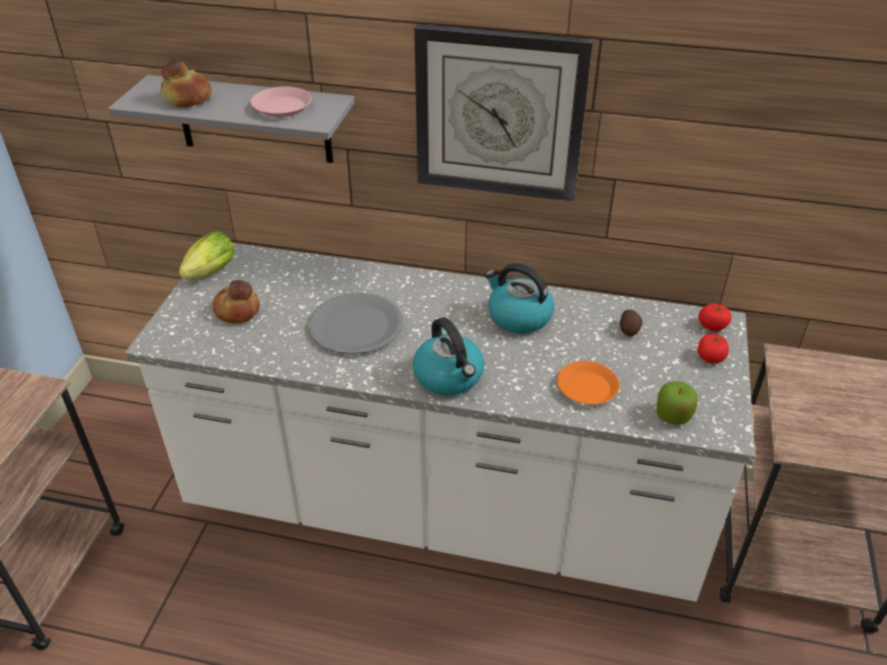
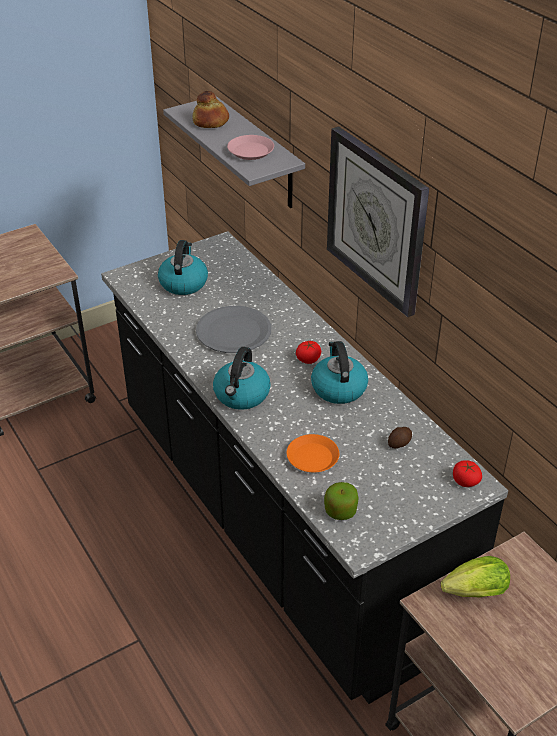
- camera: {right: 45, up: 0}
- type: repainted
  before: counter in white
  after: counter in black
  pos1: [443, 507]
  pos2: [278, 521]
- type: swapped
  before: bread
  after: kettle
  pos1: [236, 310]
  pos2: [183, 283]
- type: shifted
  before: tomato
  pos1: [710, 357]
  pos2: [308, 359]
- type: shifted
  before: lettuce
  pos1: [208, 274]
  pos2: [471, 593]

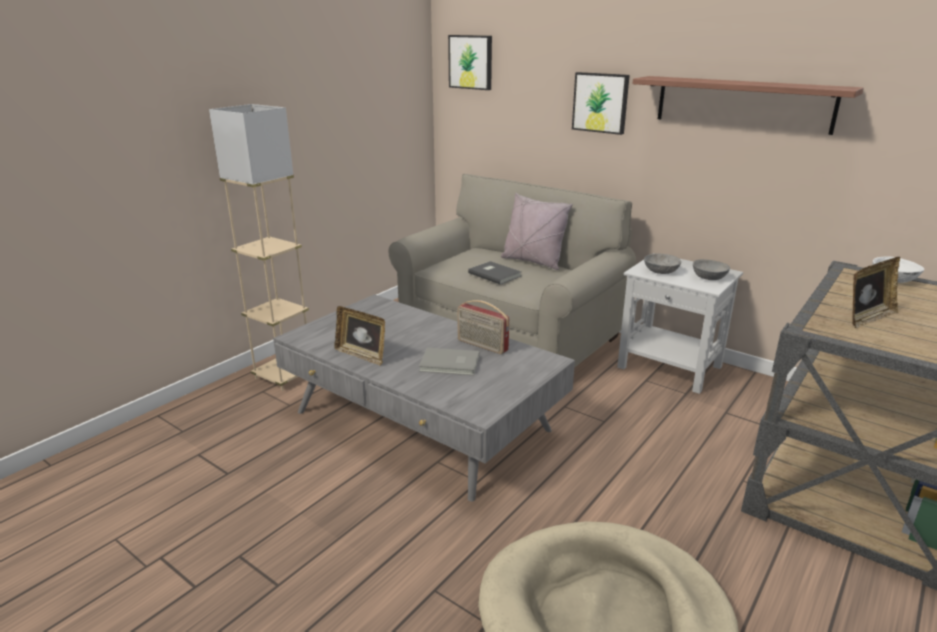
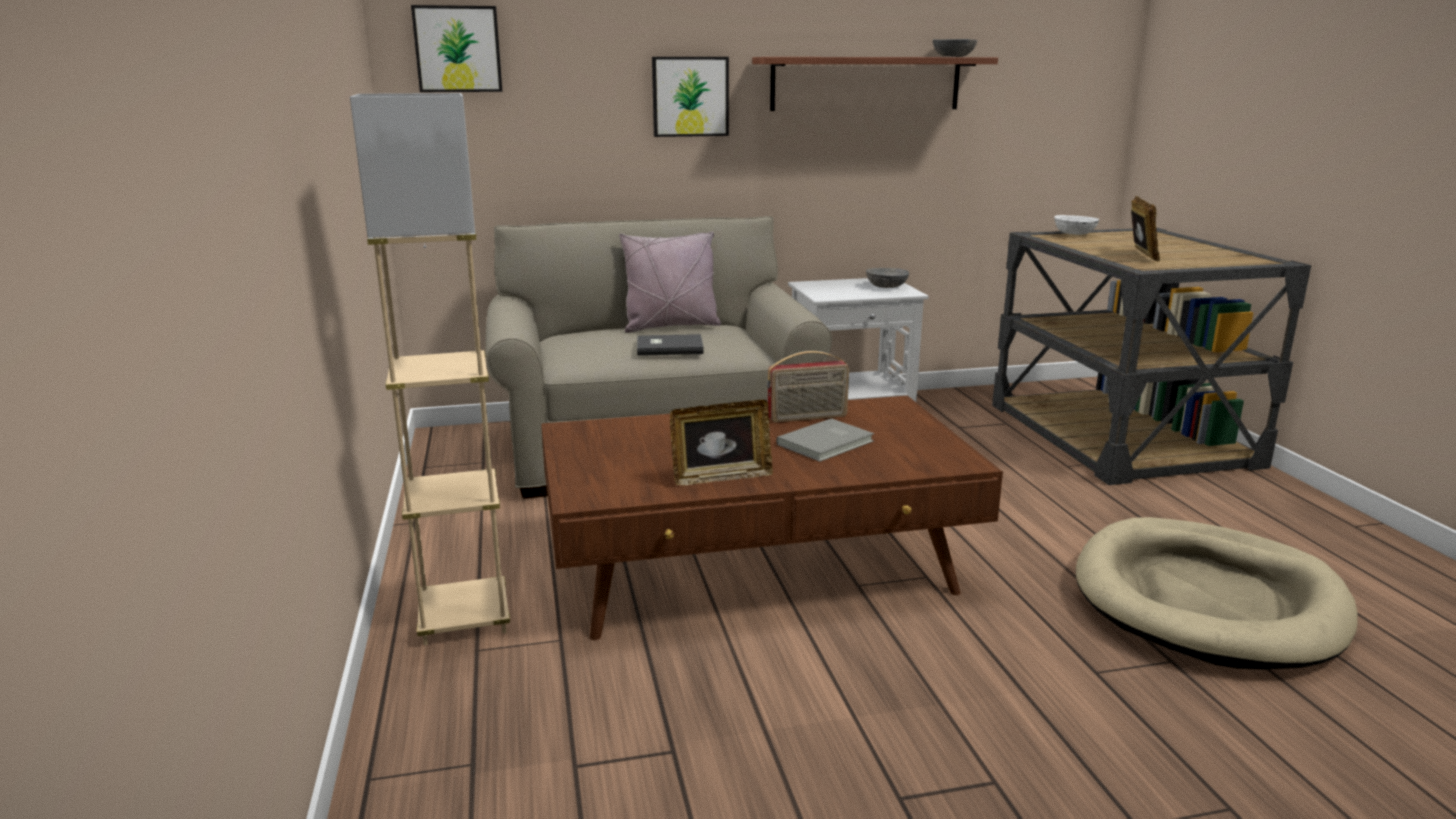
- camera: {right: -50, up: -5}
- type: repainted
  before: coffee table in grey
  after: coffee table in brown
  pos1: [421, 421]
  pos2: [757, 564]
- type: shifted
  before: bowl in grey
  pos1: [660, 271]
  pos2: [953, 56]

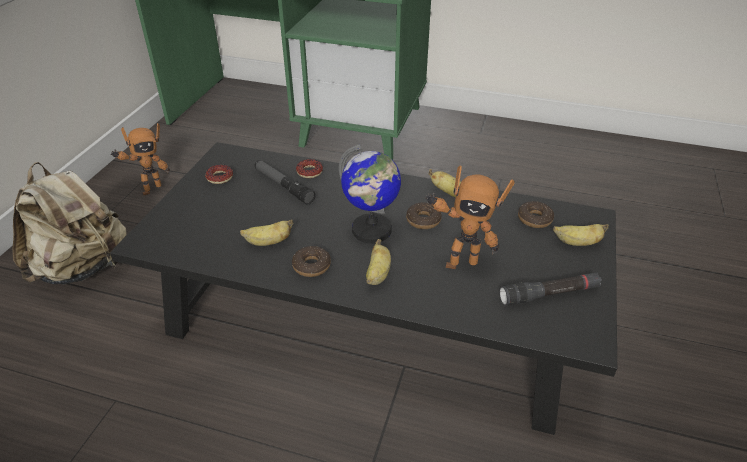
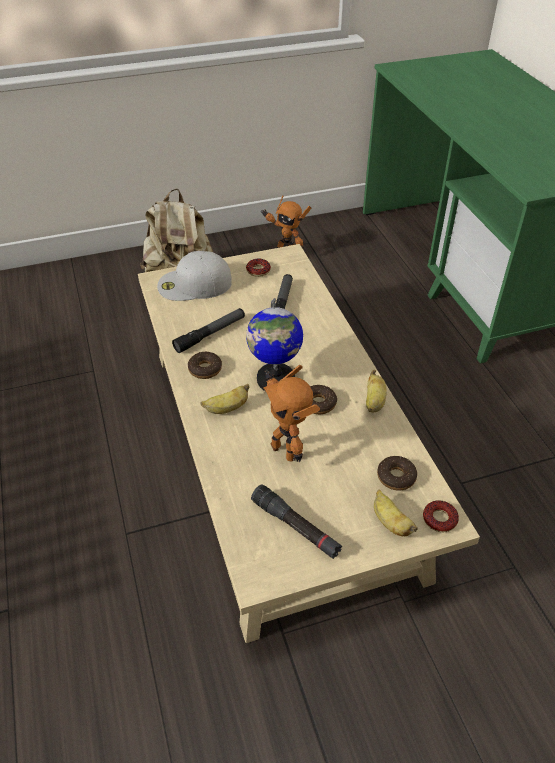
- camera: {right: 55, up: 5}
- type: repainted
  before: coffee table in black
  after: coffee table in beige
  pos1: [375, 310]
  pos2: [280, 454]
- type: new
  after: cap in white
  pos2: [194, 284]
- type: swapped
  before: banana
  after: flashlight
  pos1: [268, 242]
  pos2: [210, 334]
- type: shifted
  before: donut
  pos1: [309, 172]
  pos2: [439, 519]

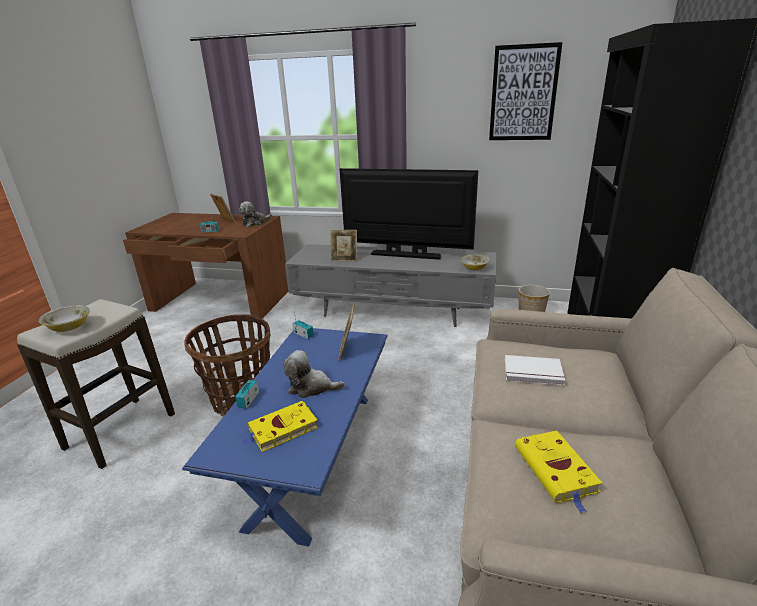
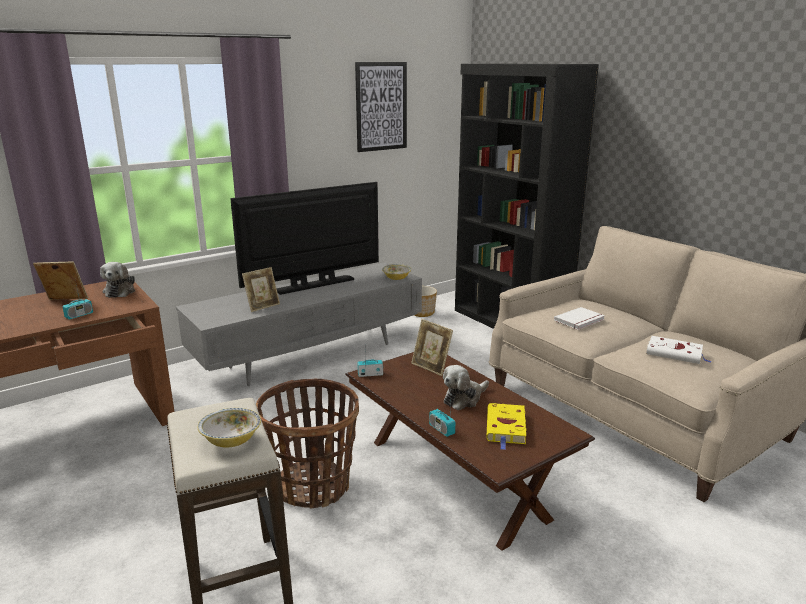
- camera: {right: -50, up: -5}
- type: repainted
  before: coffee table in blue
  after: coffee table in brown
  pos1: [314, 455]
  pos2: [456, 478]
- type: repainted
  before: book in yellow
  after: book in white
  pos1: [556, 471]
  pos2: [675, 354]

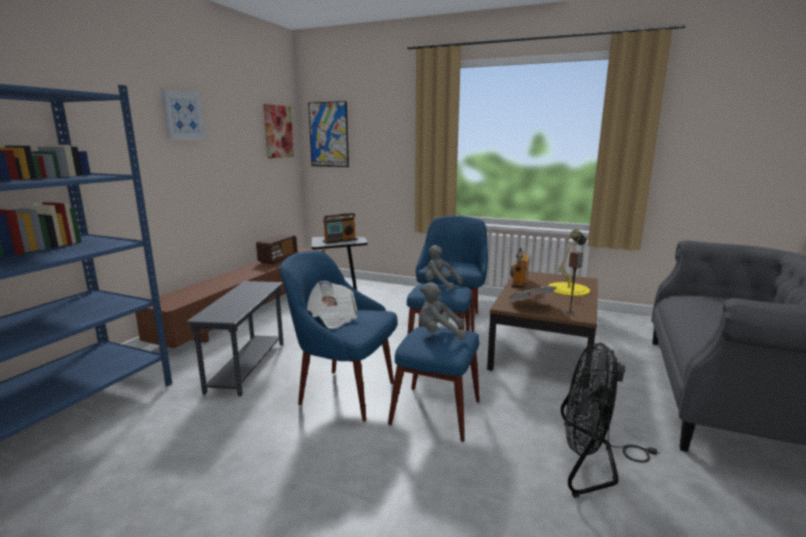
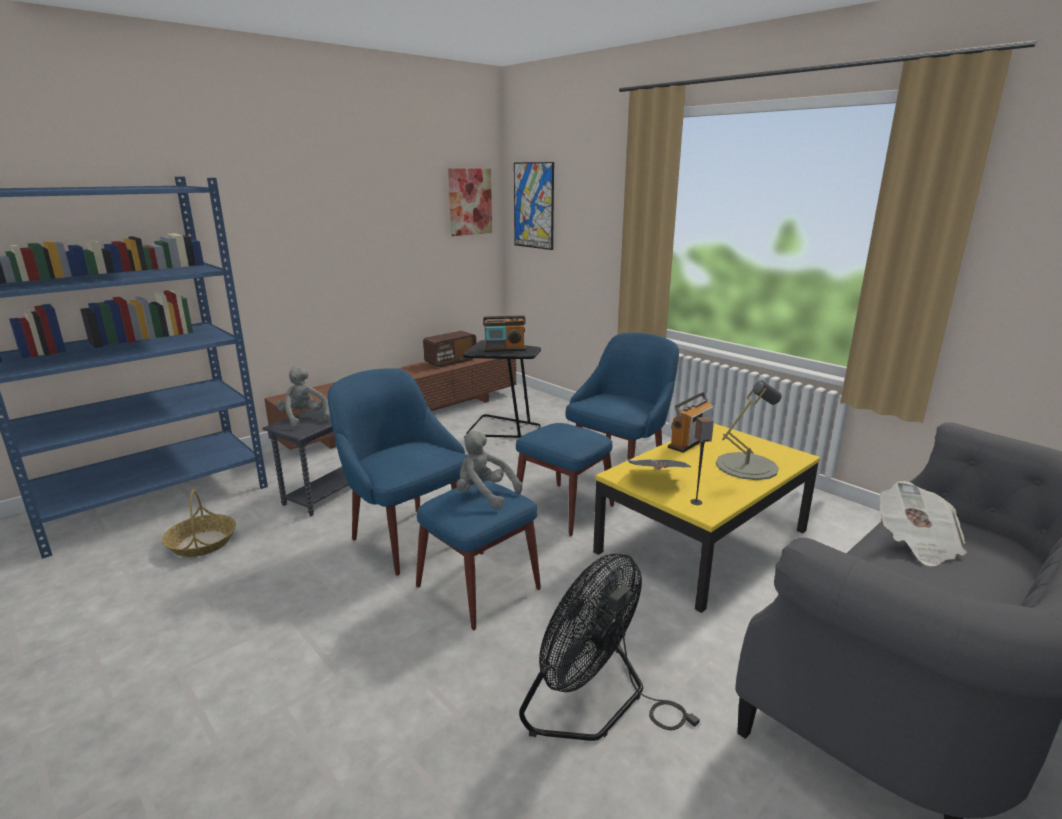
- camera: {right: 25, up: 5}
- type: new
  after: basket
  pos2: [202, 543]
- type: shifted
  before: plush toy in grey
  pos1: [439, 285]
  pos2: [304, 418]
- type: repainted
  before: coffee table in brown
  after: coffee table in yellow
  pos1: [544, 348]
  pos2: [703, 541]
- type: repainted
  before: table lamp in yellow
  after: table lamp in grey
  pos1: [568, 289]
  pos2: [746, 466]
- type: shifted
  before: newspaper
  pos1: [332, 318]
  pos2: [916, 542]
- type: gone
  before: picture
  pos1: [183, 115]

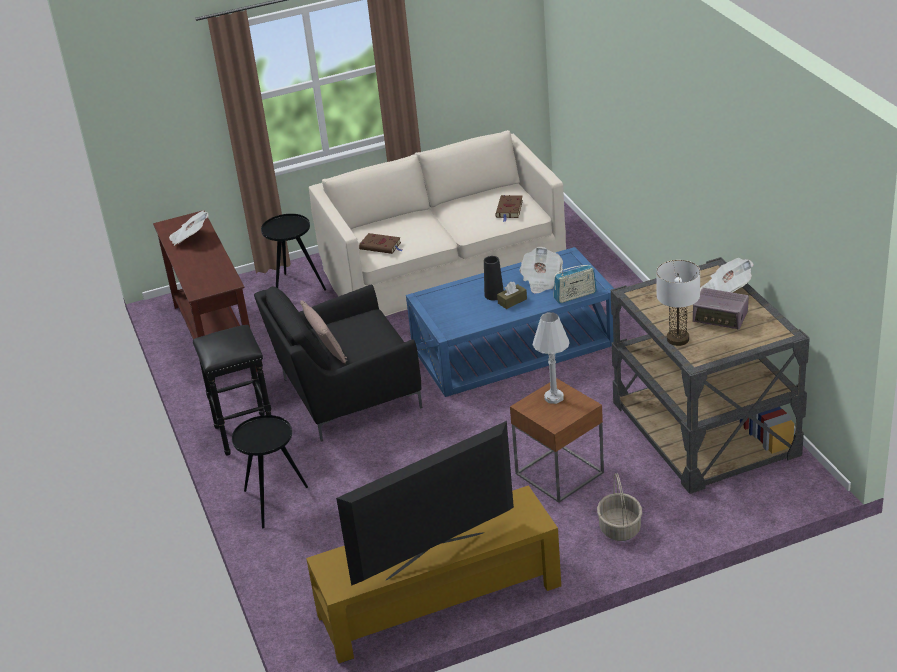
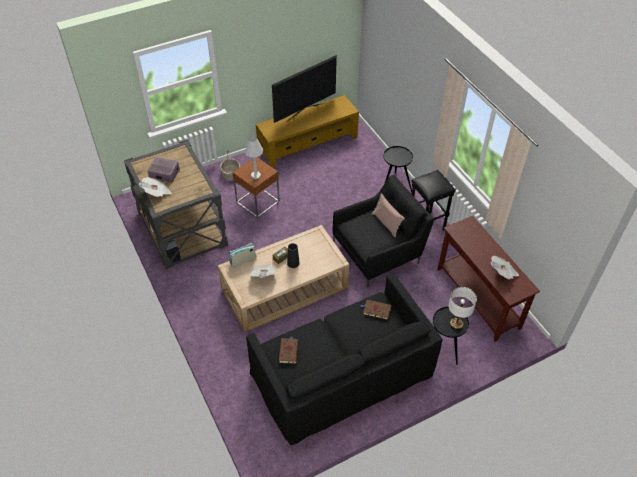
- camera: {right: 170, up: 15}
- type: repainted
  before: coffee table in blue
  after: coffee table in beige
  pos1: [513, 345]
  pos2: [285, 289]
- type: repainted
  before: sofa in beige
  after: sofa in black
  pos1: [442, 264]
  pos2: [342, 373]
- type: shifted
  before: table lamp
  pos1: [677, 339]
  pos2: [456, 324]

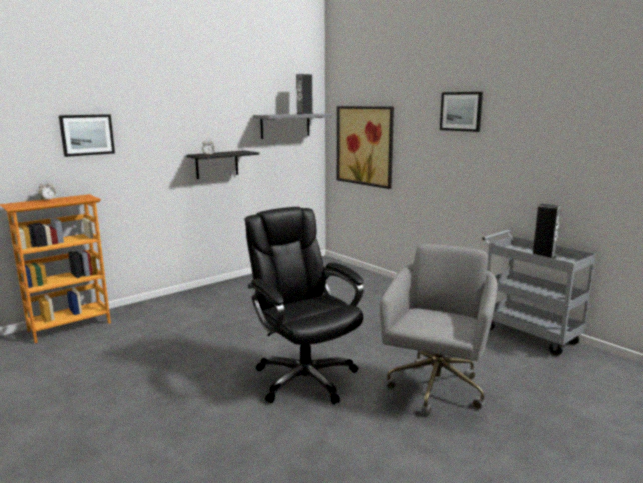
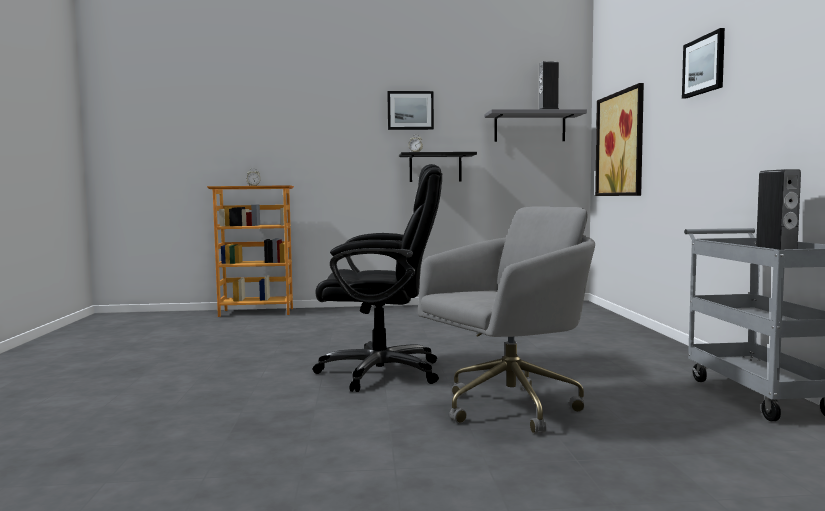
- camera: {right: 35, up: -10}
- type: rotated
  before: office chair in black
  pos1: [305, 379]
  pos2: [381, 372]
  turn: 90
- type: shifted
  before: picture
  pos1: [87, 135]
  pos2: [410, 110]

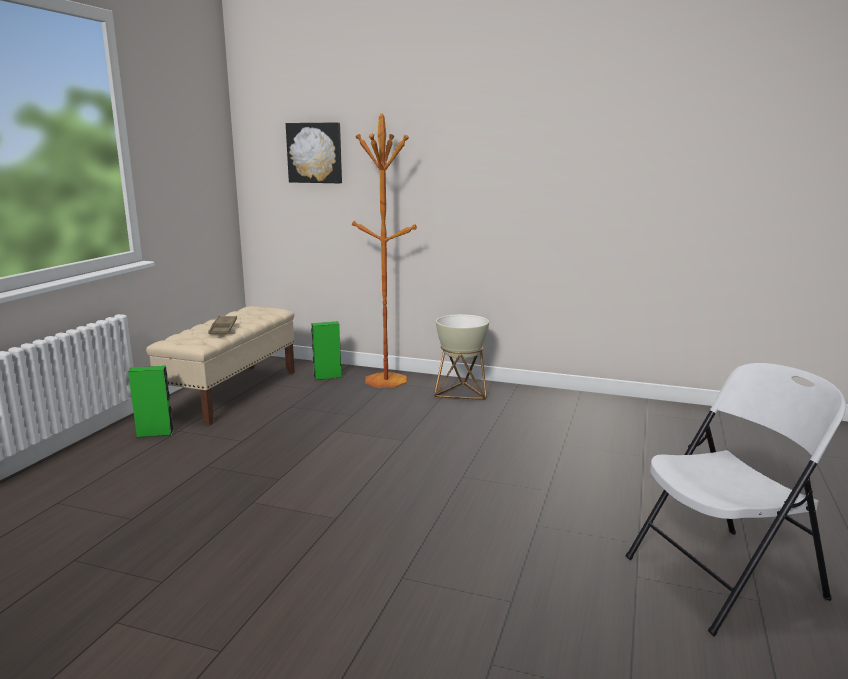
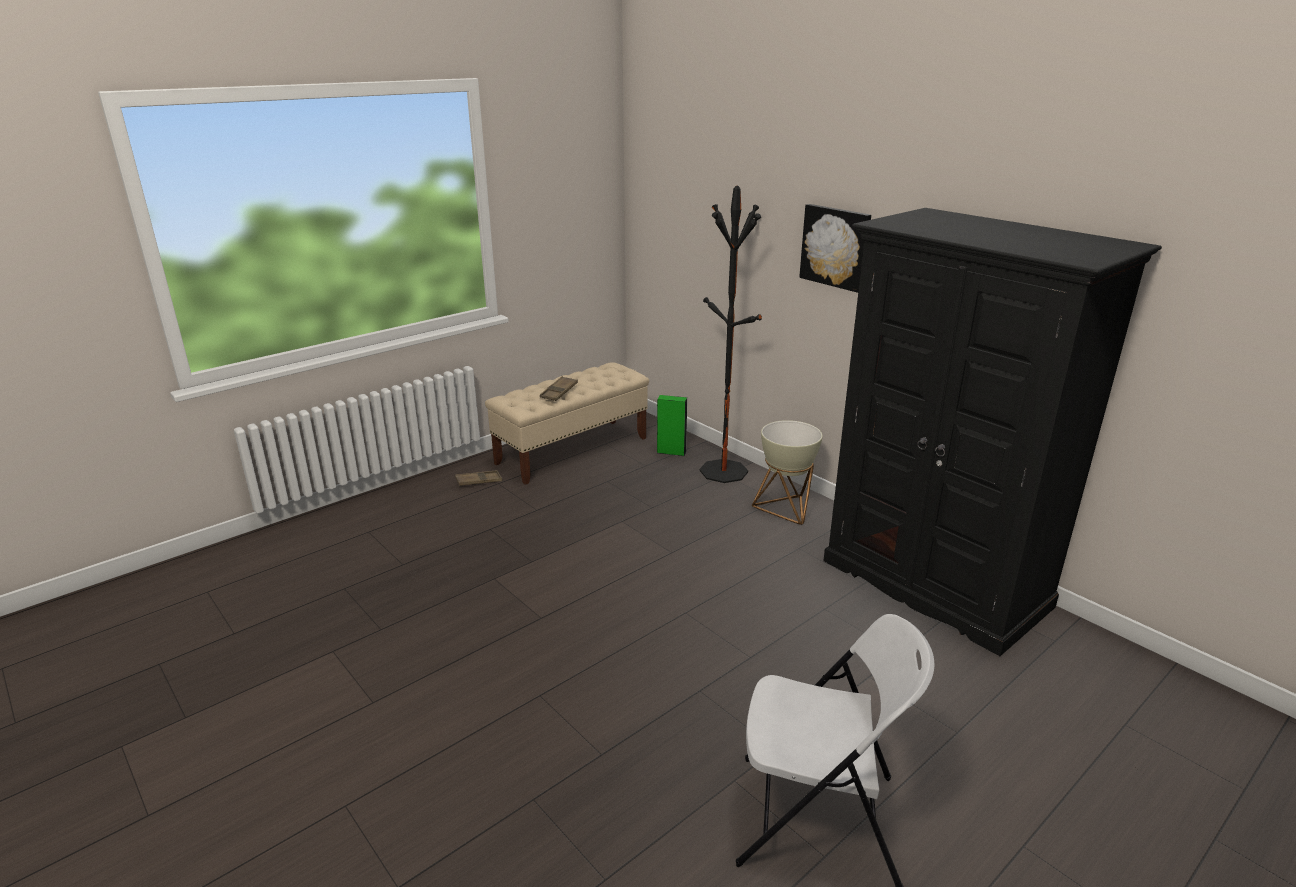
- camera: {right: 30, up: 10}
- type: swapped
  before: speaker in green
  after: tray in brown
  pos1: [155, 433]
  pos2: [479, 481]
- type: repainted
  before: clothes rack in orange
  after: clothes rack in black
  pos1: [386, 380]
  pos2: [724, 471]
- type: shifted
  before: picture
  pos1: [315, 153]
  pos2: [836, 247]
- type: new
  after: wardrobe in black
  pos2: [933, 583]

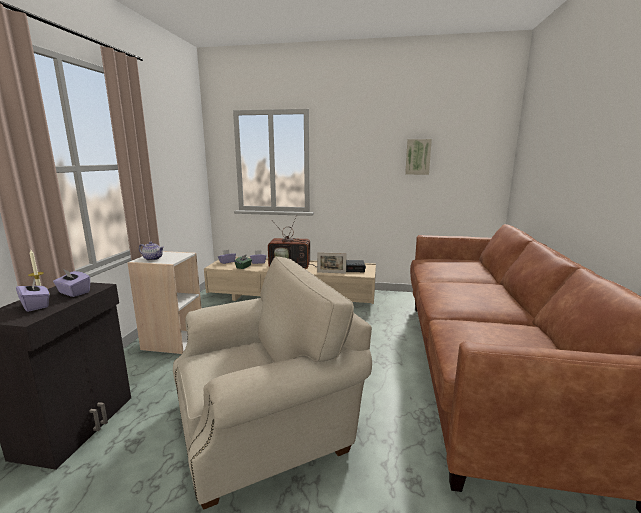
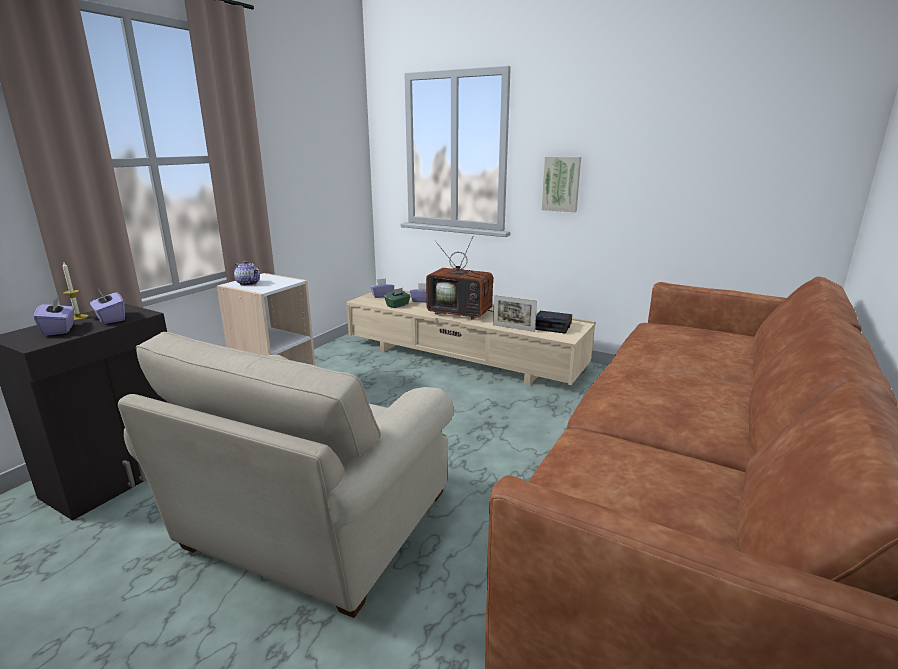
- camera: {right: 20, up: 5}
- type: rotated
  before: armchair in beige
  pos1: [266, 422]
  pos2: [314, 525]
  turn: 120
- type: shifted
  before: picture
  pos1: [418, 157]
  pos2: [561, 184]

